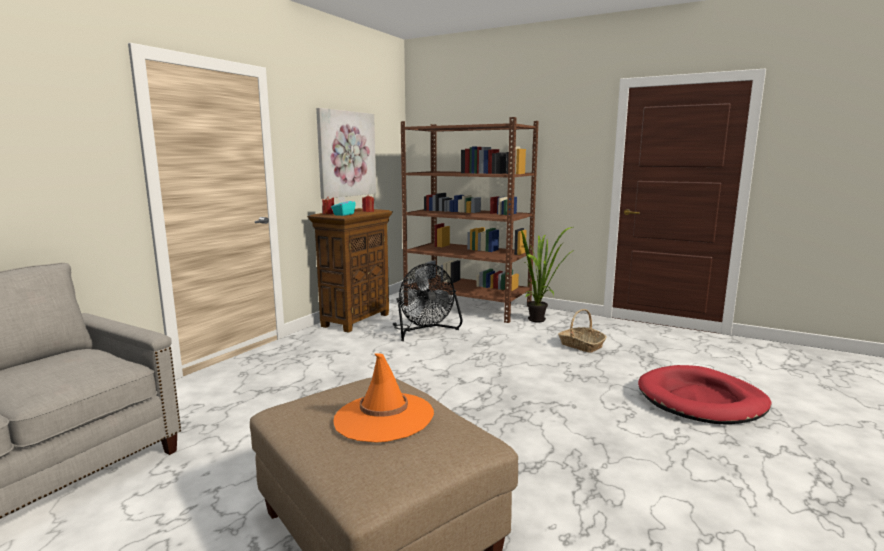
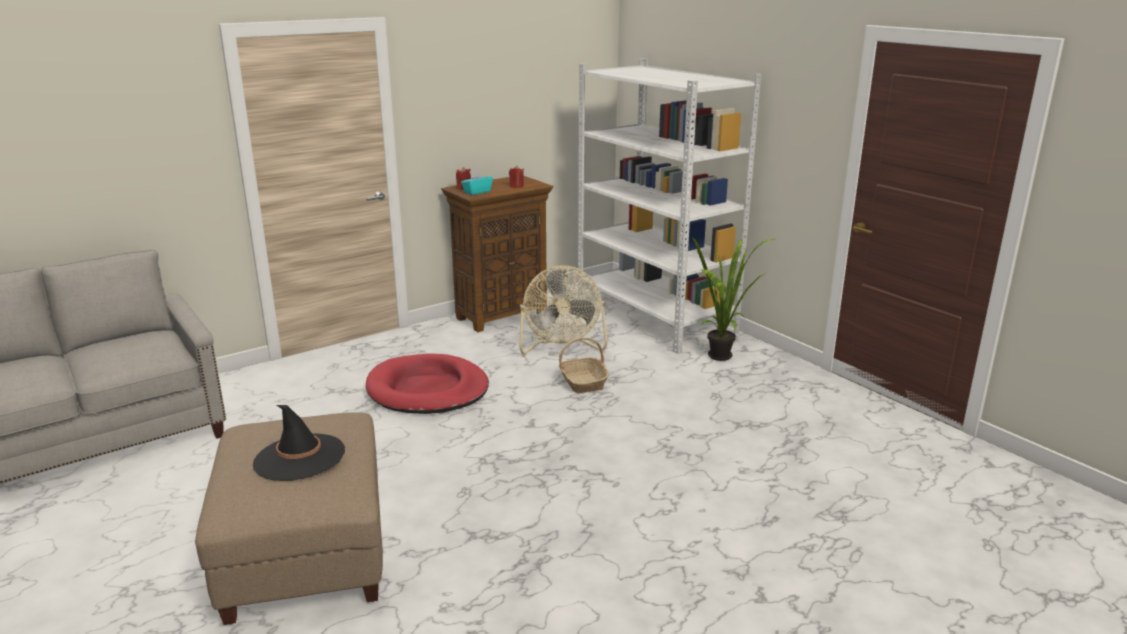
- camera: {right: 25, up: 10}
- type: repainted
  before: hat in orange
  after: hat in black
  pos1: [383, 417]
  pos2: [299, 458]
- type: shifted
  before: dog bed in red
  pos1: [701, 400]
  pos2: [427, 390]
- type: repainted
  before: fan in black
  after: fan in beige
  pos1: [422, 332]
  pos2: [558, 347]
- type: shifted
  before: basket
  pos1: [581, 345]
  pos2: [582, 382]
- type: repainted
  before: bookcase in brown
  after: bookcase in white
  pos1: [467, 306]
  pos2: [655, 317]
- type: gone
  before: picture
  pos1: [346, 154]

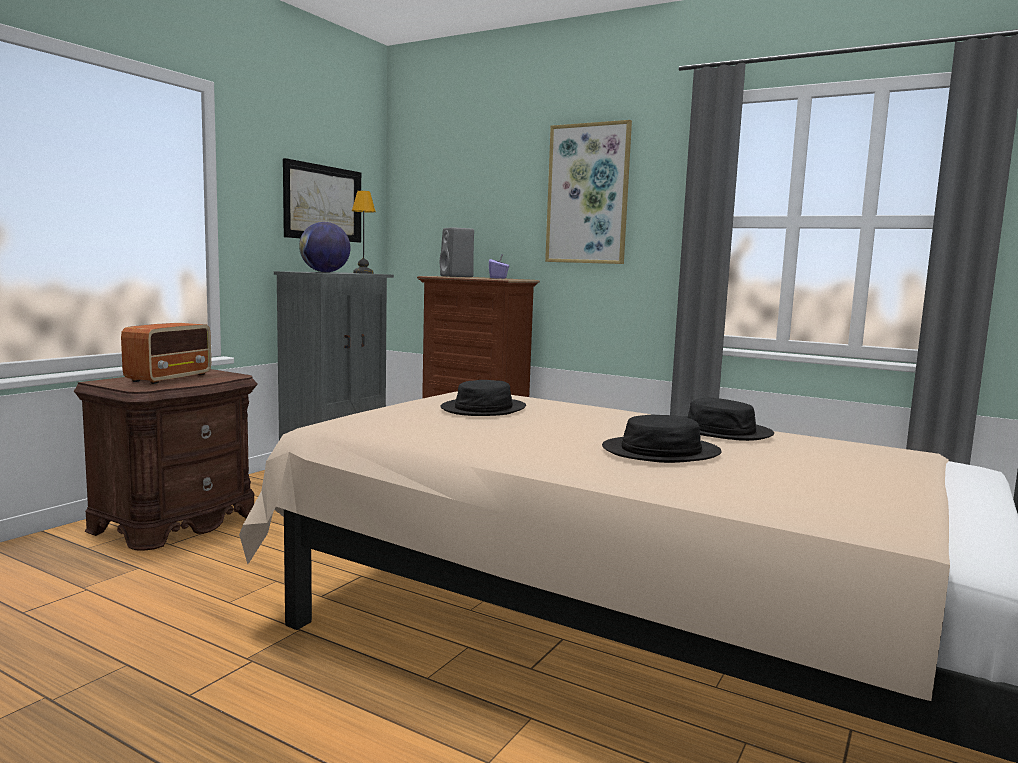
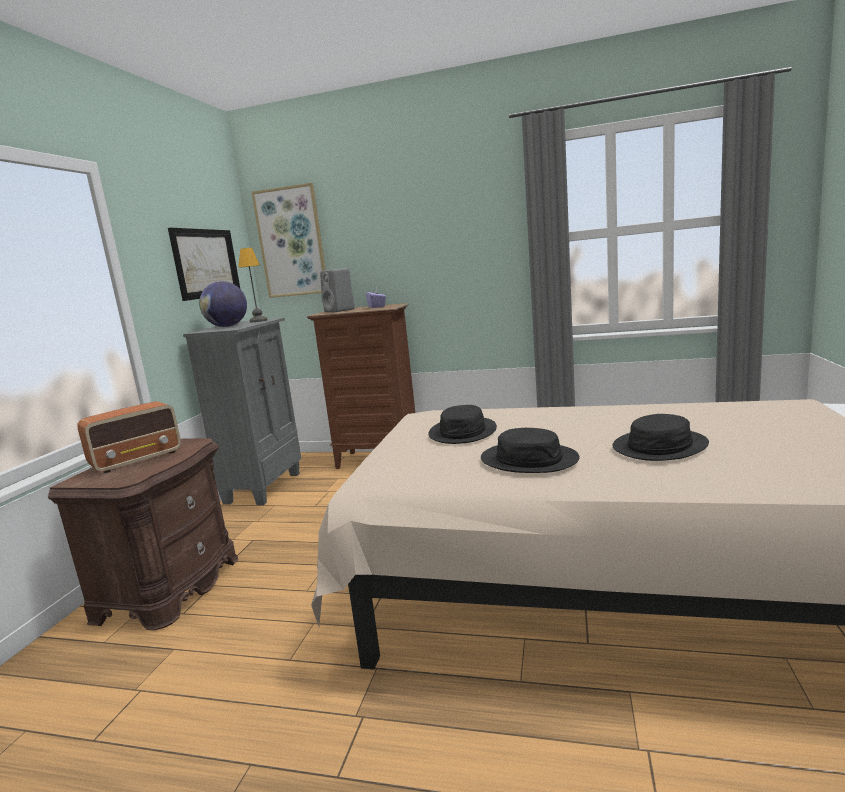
- camera: {right: -15, up: 5}
- type: rotated
  before: radio
  pos1: [170, 378]
  pos2: [138, 459]
  turn: 45
- type: shifted
  before: picture
  pos1: [588, 194]
  pos2: [291, 242]
- type: shifted
  before: hat in black
  pos1: [720, 430]
  pos2: [529, 459]

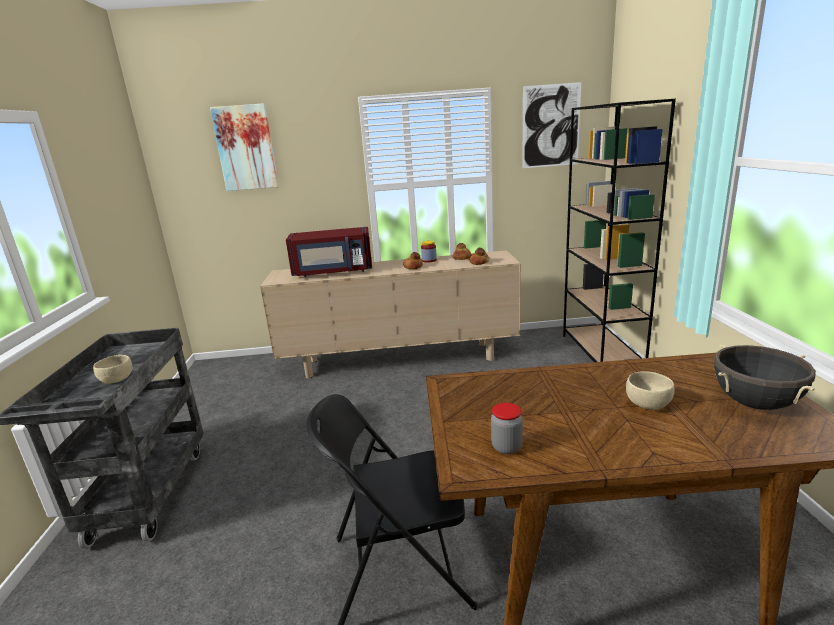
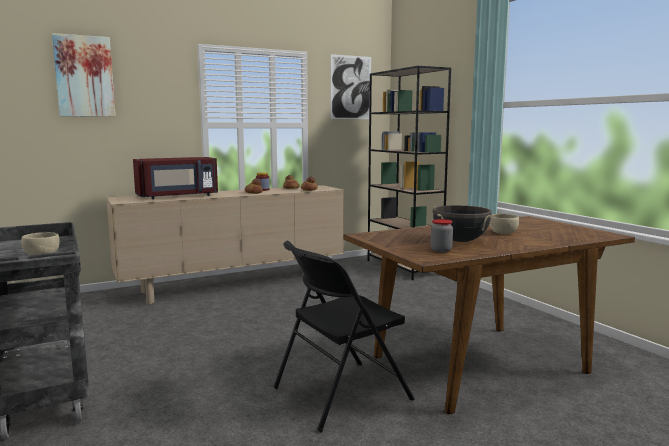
- camera: {right: -25, up: -10}
- type: shifted
  before: cooking pot in black
  pos1: [755, 403]
  pos2: [460, 241]

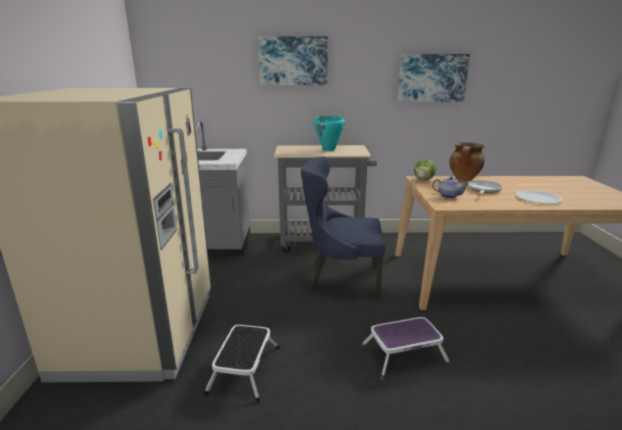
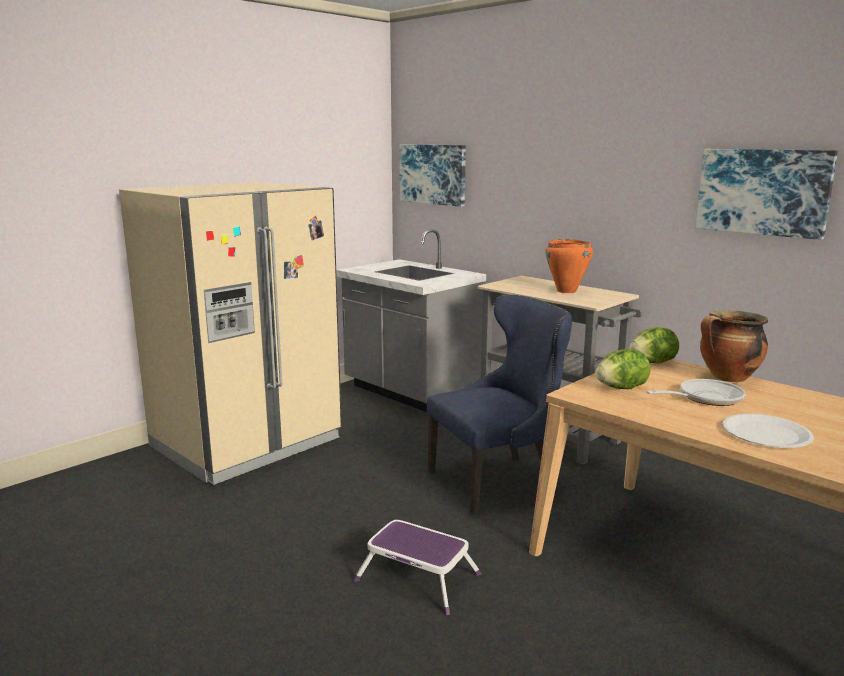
- camera: {right: 45, up: -5}
- type: shifted
  before: picture
  pos1: [293, 61]
  pos2: [433, 174]
- type: rotated
  before: chair in blue
  pos1: [341, 278]
  pos2: [497, 480]
  turn: 105
- type: repainted
  before: cooking pot in turquoise
  after: cooking pot in orange
  pos1: [329, 149]
  pos2: [566, 291]
- type: swapped
  before: teapot
  after: lettuce
  pos1: [449, 196]
  pos2: [621, 388]
- type: gone
  before: step ladder in black
  pos1: [245, 369]

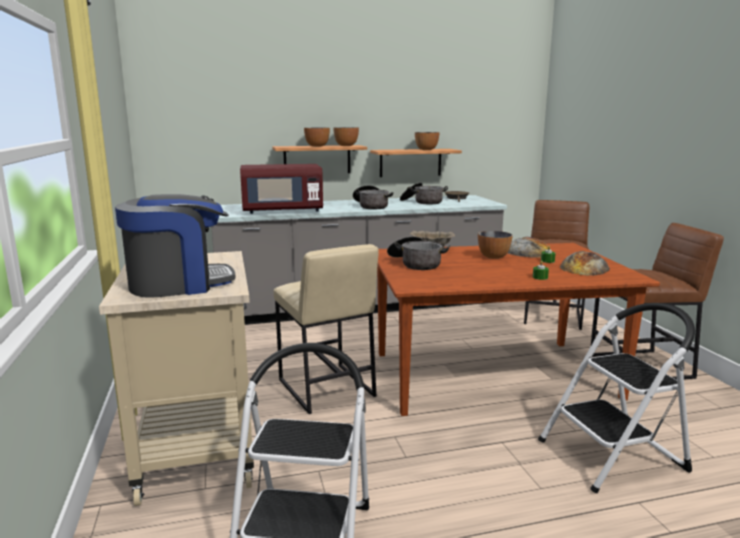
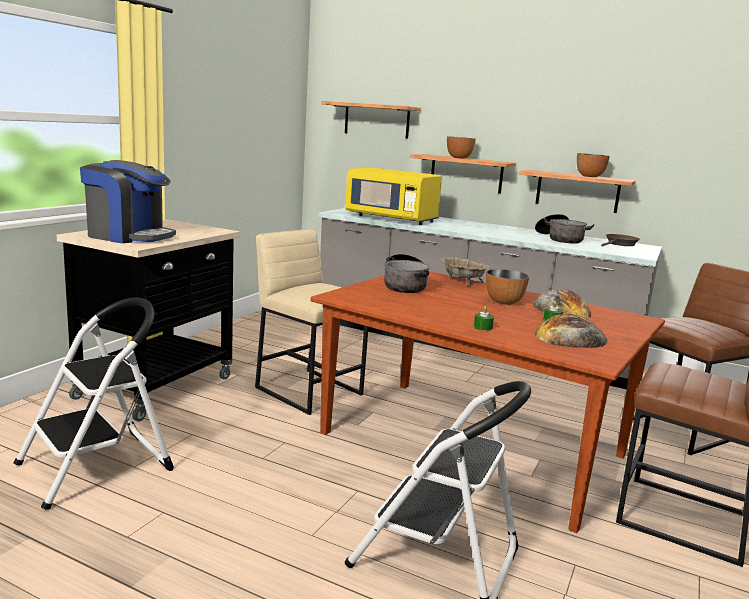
- camera: {right: 40, up: 0}
- type: repainted
  before: cart in beige
  after: cart in black
  pos1: [197, 449]
  pos2: [156, 387]
- type: rotated
  before: chair in beige
  pos1: [327, 388]
  pos2: [307, 390]
  turn: 120
- type: new
  after: shelf
  pos2: [376, 120]
- type: repainted
  before: microwave in red
  after: microwave in yellow
  pos1: [282, 211]
  pos2: [392, 219]
- type: gone
  before: bowl
  pos1: [346, 145]
- type: gone
  before: cooking pot
  pos1: [371, 206]

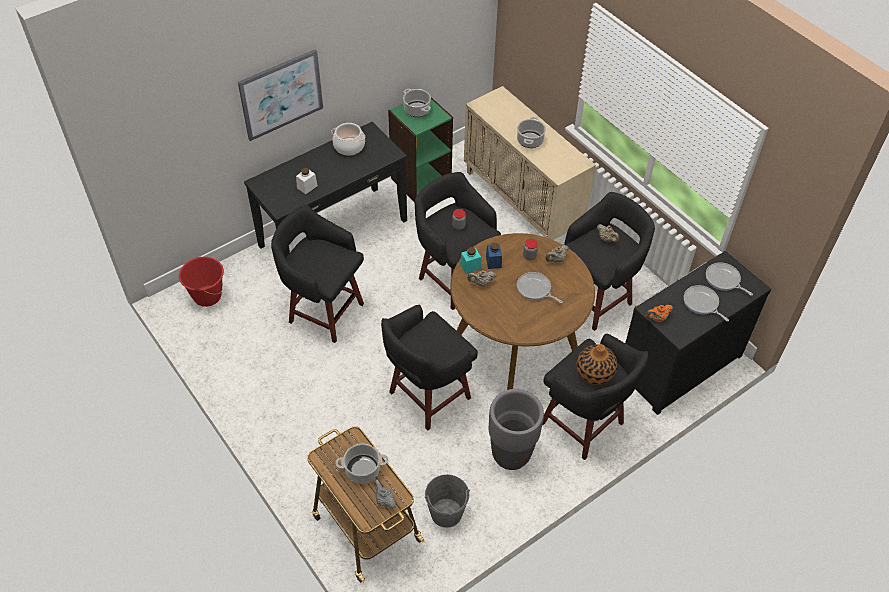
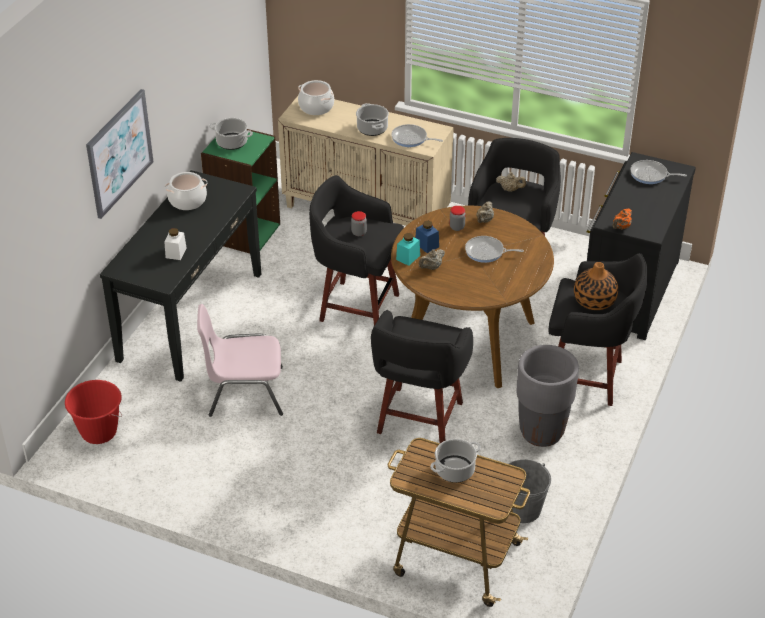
- camera: {right: -30, up: -10}
- type: swapped
  before: stool in black
  after: chair in pink
  pos1: [324, 312]
  pos2: [244, 392]
- type: new
  after: cooking pot
  pos2: [316, 107]
- type: shifted
  before: frying pan
  pos1: [702, 303]
  pos2: [411, 139]
- type: gone
  before: teapot in grey
  pos1: [384, 500]

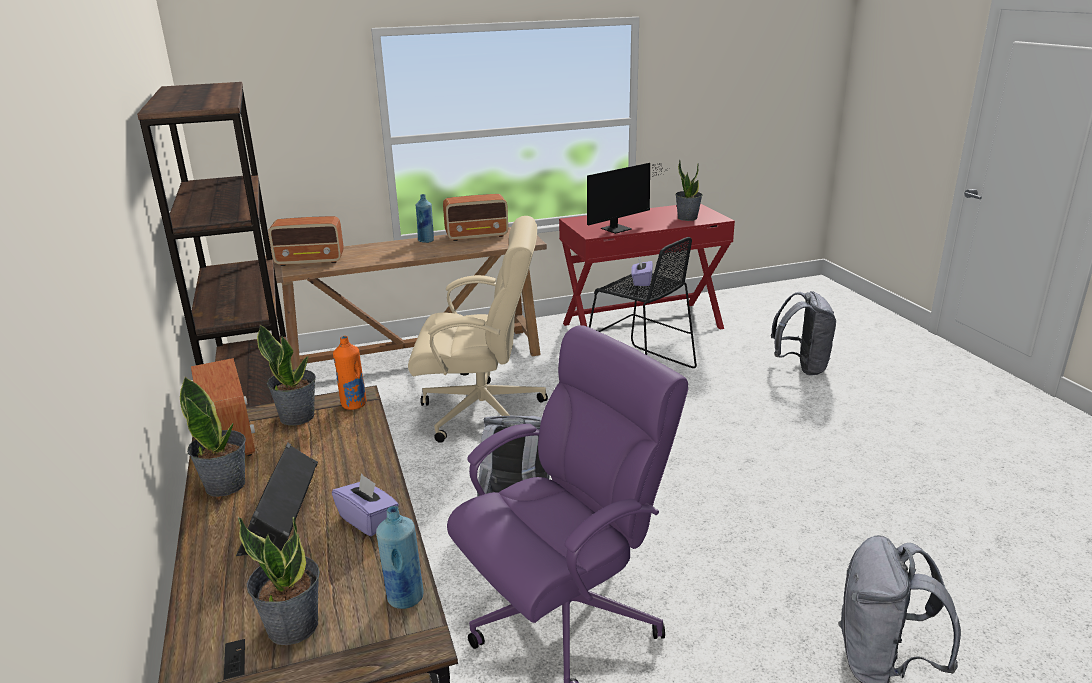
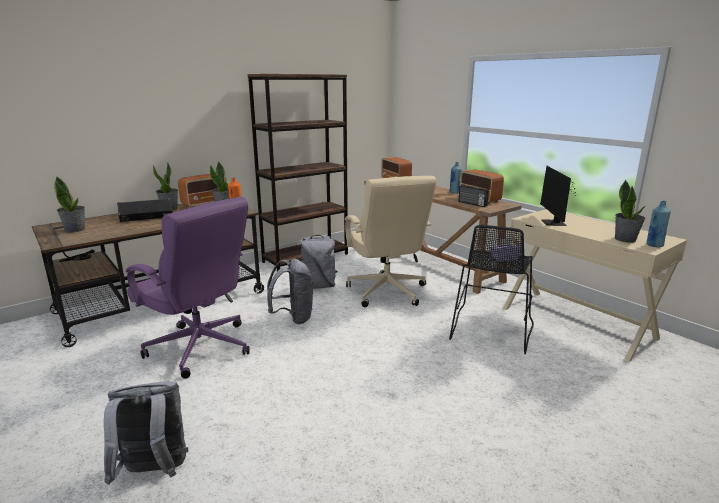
- camera: {right: 70, up: -5}
- type: shifted
  before: backpack in grey
  pos1: [801, 367]
  pos2: [319, 286]
- type: new
  after: radio
  pos2: [472, 204]
- type: repainted
  before: desk in red
  after: desk in beige
  pos1: [642, 325]
  pos2: [576, 322]
- type: rotated
  before: monitor
  pos1: [620, 228]
  pos2: [553, 224]
  turn: 60
- type: shifted
  before: bottle in blue
  pos1: [404, 597]
  pos2: [654, 245]
- type: gone
  before: tissue box in purple
  pos1: [368, 520]

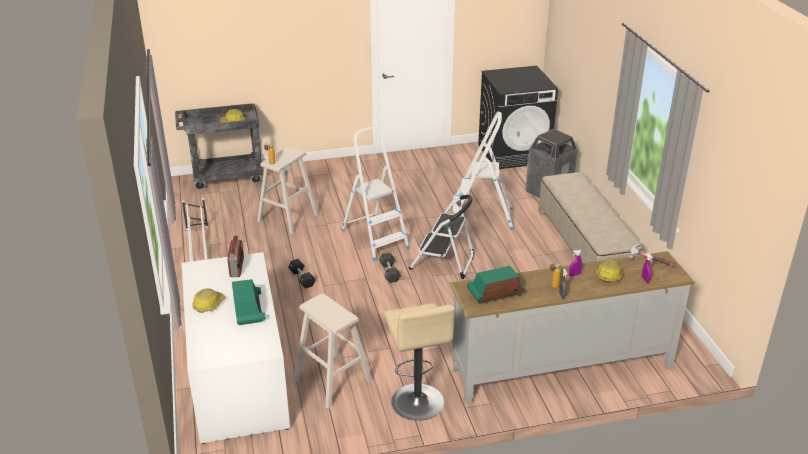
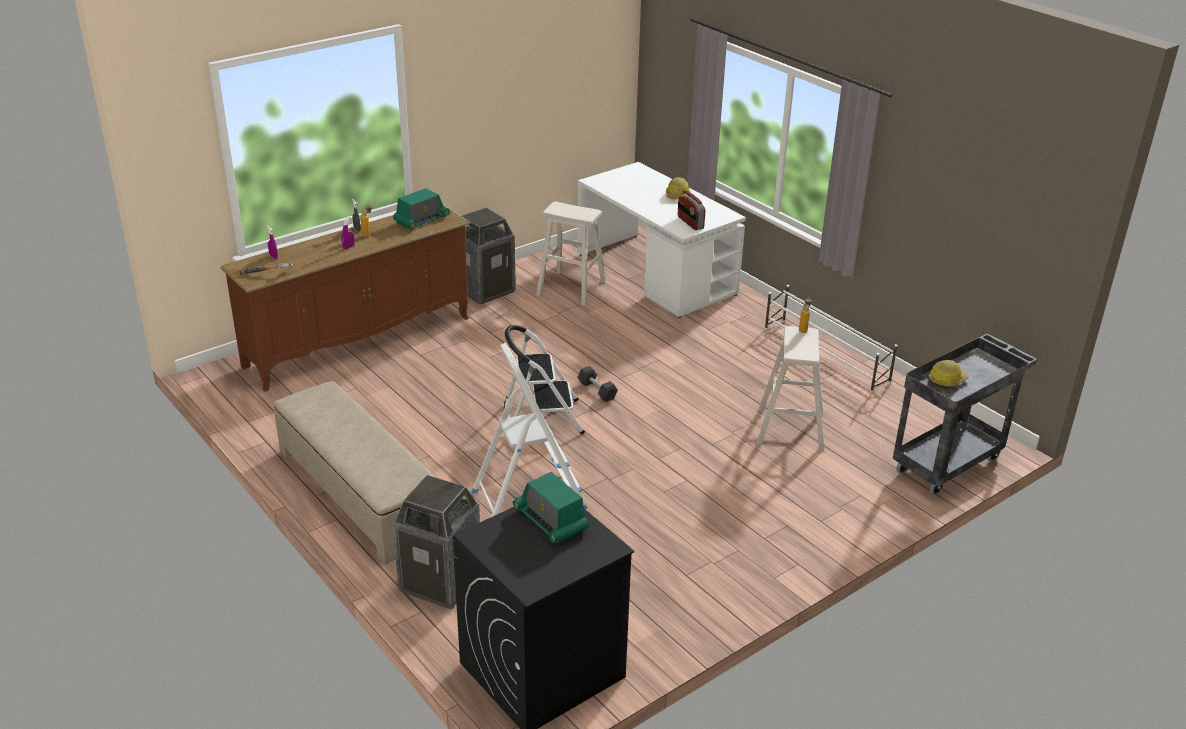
- camera: {right: 155, up: 0}
- type: repainted
  before: cabinet in grey
  after: cabinet in brown
  pos1: [561, 367]
  pos2: [360, 342]
- type: swapped
  before: stool in beige
  after: trash can
  pos1: [417, 402]
  pos2: [485, 290]
- type: shifted
  before: radio
  pos1: [248, 310]
  pos2: [551, 520]
- type: gone
  before: dumbbell in black
  pos1: [302, 278]
- type: gone
  before: step ladder in white
  pos1: [375, 239]
- type: gone
  before: hard hat
  pos1: [609, 274]

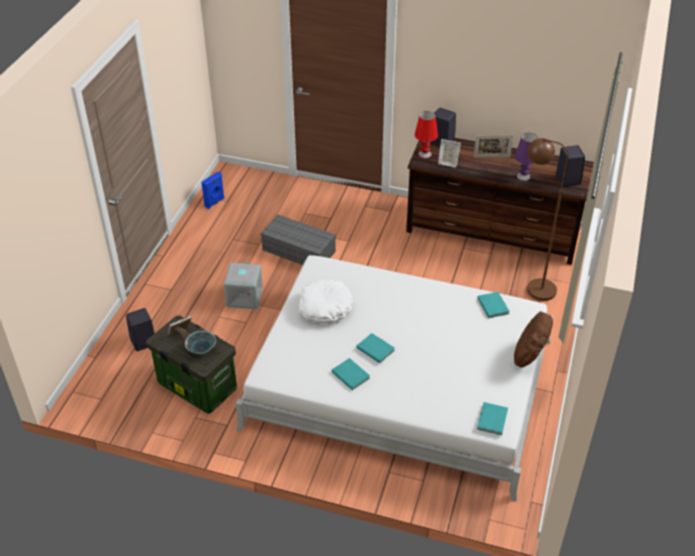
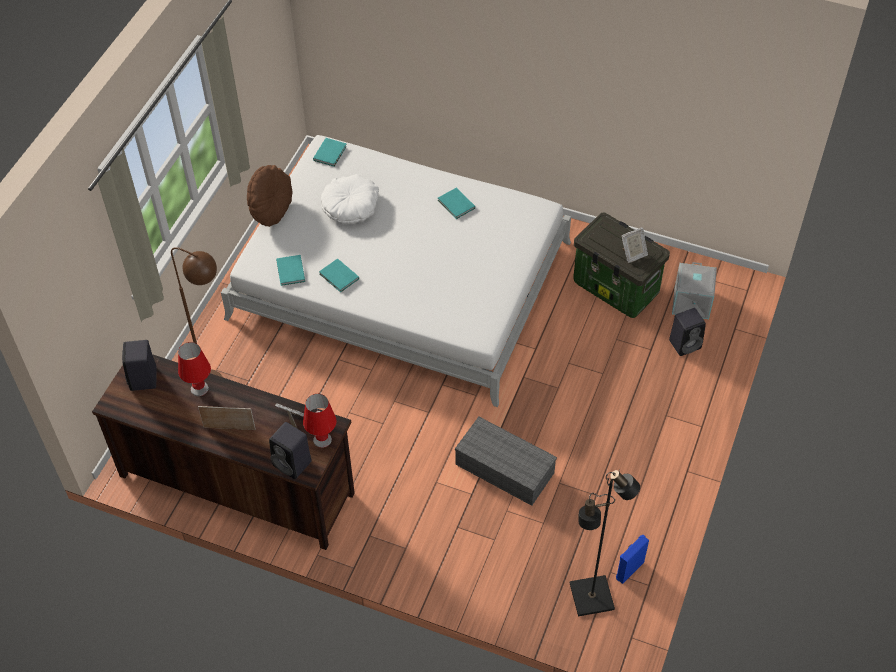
- camera: {right: -175, up: 10}
- type: repainted
  before: table lamp in purple
  after: table lamp in red
  pos1: [523, 176]
  pos2: [199, 388]
- type: shifted
  before: book in turquoise
  pos1: [375, 348]
  pos2: [339, 277]
- type: shifted
  before: pillow in white
  pos1: [326, 308]
  pos2: [349, 206]
- type: new
  after: floor lamp in black
  pos2: [591, 596]
- type: shifted
  before: storage box in grey
  pos1: [244, 297]
  pos2: [692, 302]
- type: gone
  before: bowl
  pos1: [202, 350]

